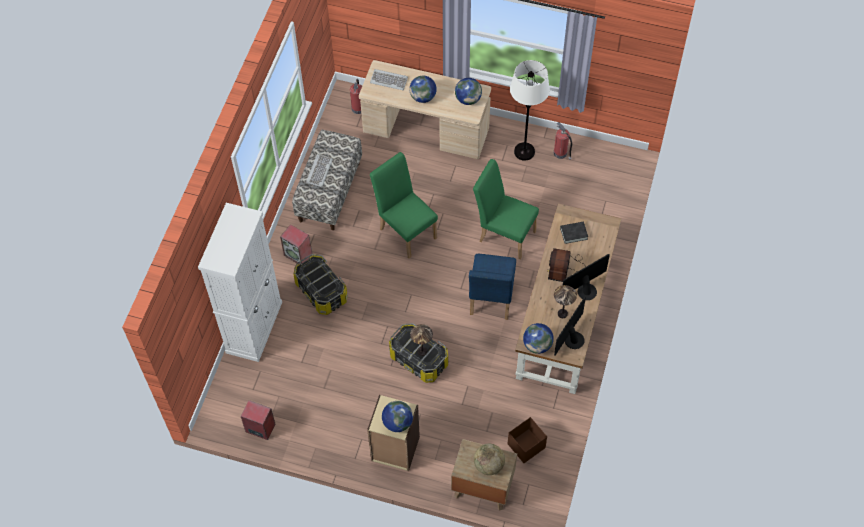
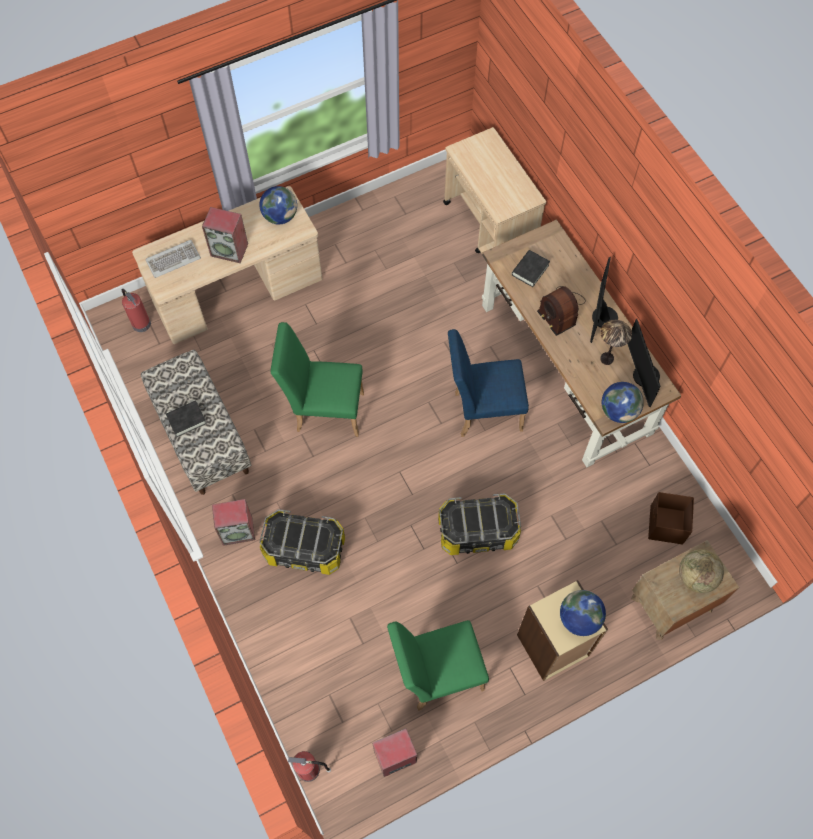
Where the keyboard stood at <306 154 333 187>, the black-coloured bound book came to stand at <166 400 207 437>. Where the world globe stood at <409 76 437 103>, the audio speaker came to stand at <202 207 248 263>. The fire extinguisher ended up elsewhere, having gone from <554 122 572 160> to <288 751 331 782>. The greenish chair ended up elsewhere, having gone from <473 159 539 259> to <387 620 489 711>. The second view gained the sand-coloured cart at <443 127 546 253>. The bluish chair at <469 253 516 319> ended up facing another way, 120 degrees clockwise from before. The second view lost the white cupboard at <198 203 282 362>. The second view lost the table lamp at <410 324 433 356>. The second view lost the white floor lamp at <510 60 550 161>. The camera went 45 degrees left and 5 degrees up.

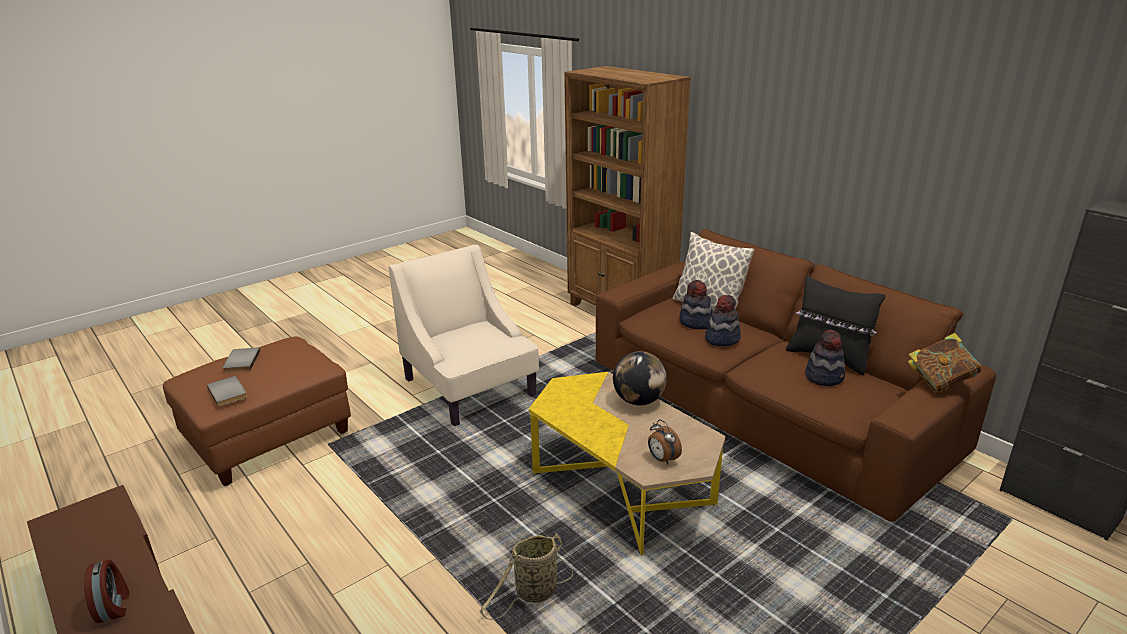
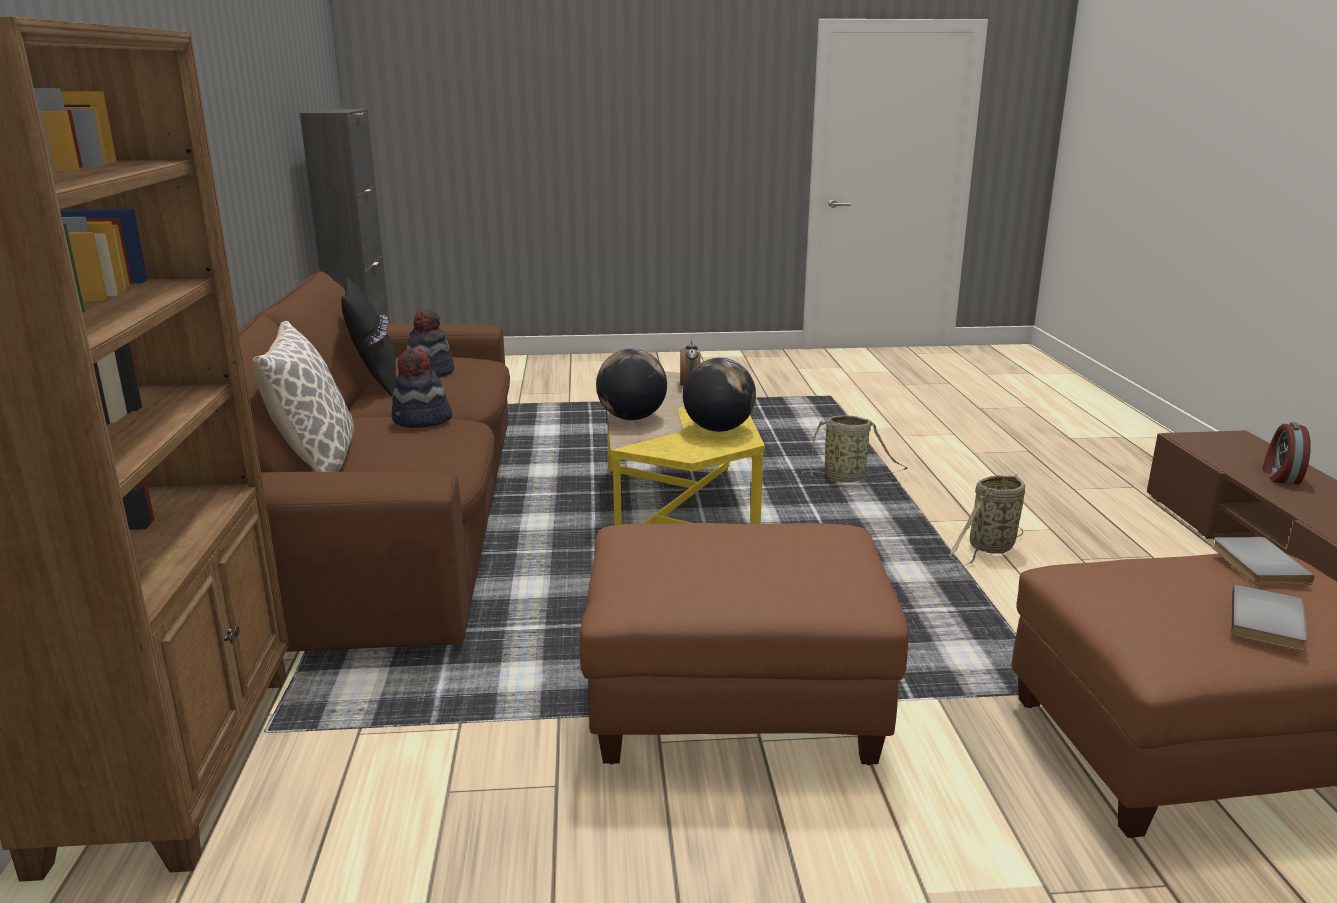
Where the sand-coloured lounge chair stood at <389 244 539 426>, the brownish ottoman came to stand at <580 523 909 765>. The second view gained the world globe at <683 358 756 432>. The second view gained the storage basket at <949 474 1025 565>. The second view lost the wearable hat at <679 280 712 329>. The second view lost the bound book at <908 333 981 393>. The camera went 145 degrees left and 5 degrees down.

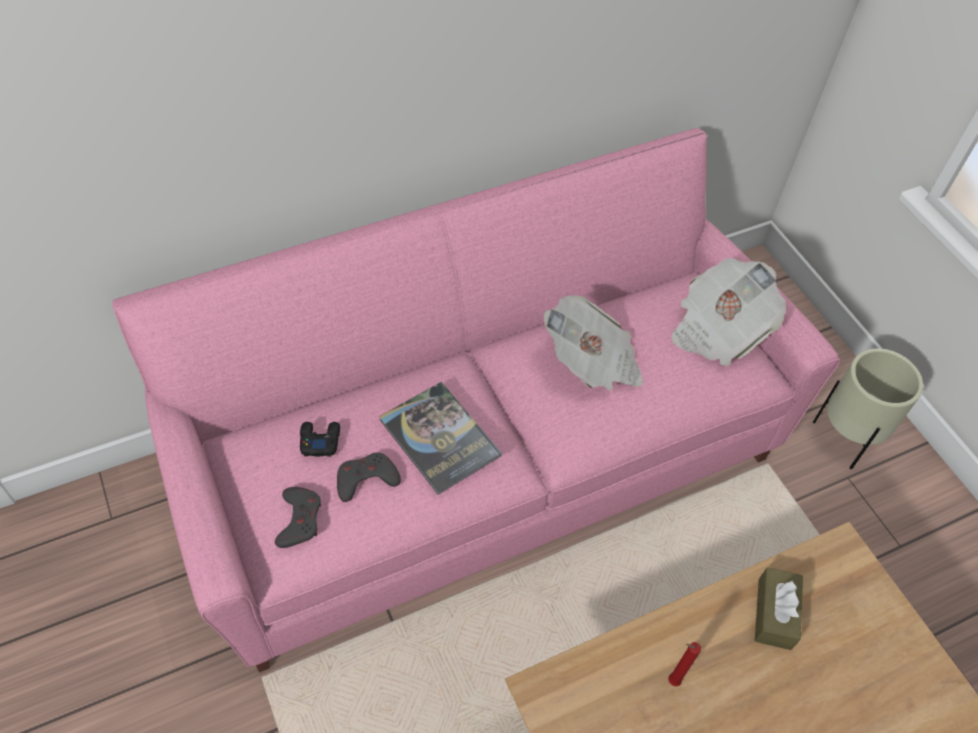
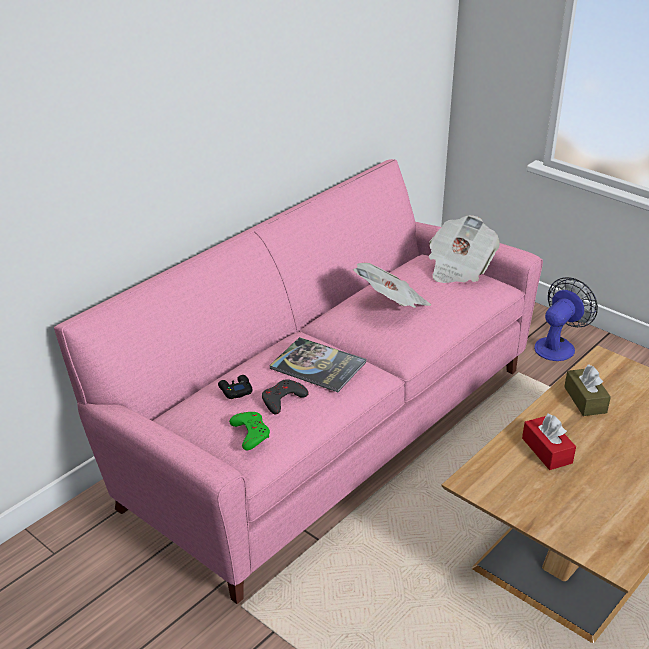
What was the greyish game controller at <275 487 321 548> turned into the greenish game controller at <229 412 270 450>. Where the red-coloured candle stood at <668 642 701 687>, the red-coloured tissue box came to stand at <522 413 576 470>. Where the sand-coloured plant pot stood at <813 349 923 469>, the fan came to stand at <534 277 598 361>. The camera went 20 degrees left and 20 degrees down.

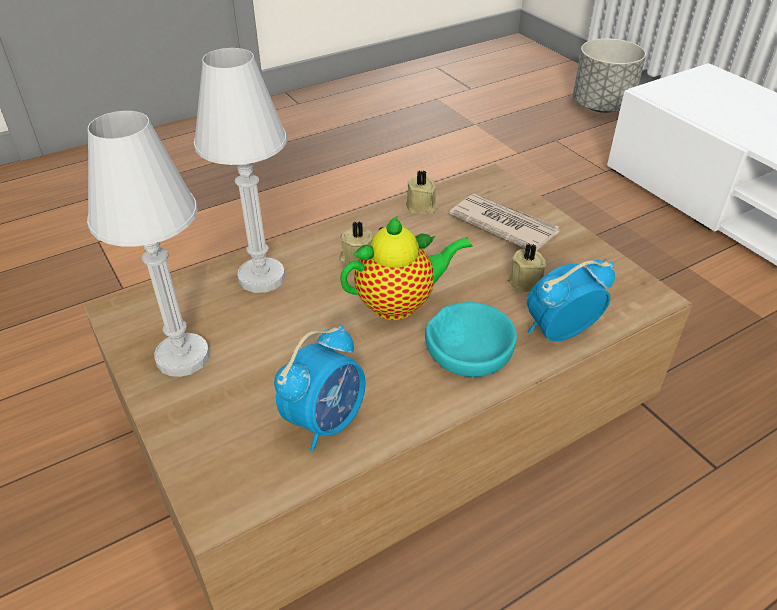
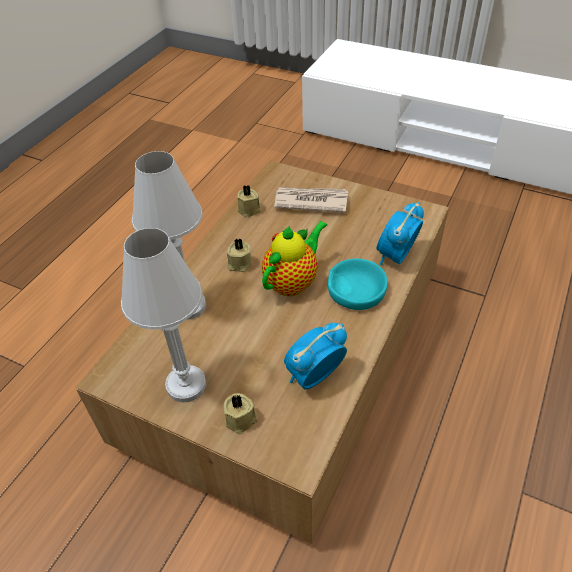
The sand-coloured candle ended up elsewhere, having gone from <508 244 547 292> to <223 393 258 434>. The table clock at <274 325 365 452> ended up facing another way, 135 degrees counterclockwise from before. The second view lost the greyish plant pot at <573 38 646 113>. The camera went 30 degrees left and 5 degrees up.

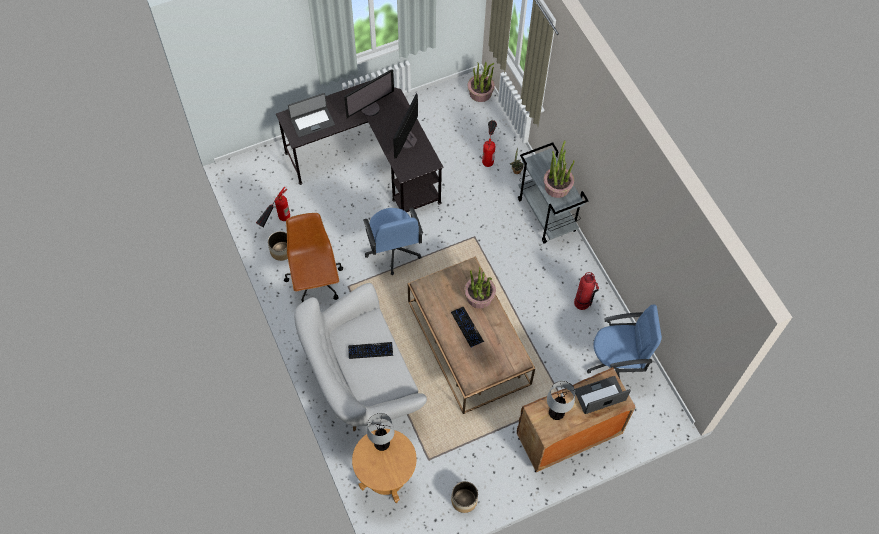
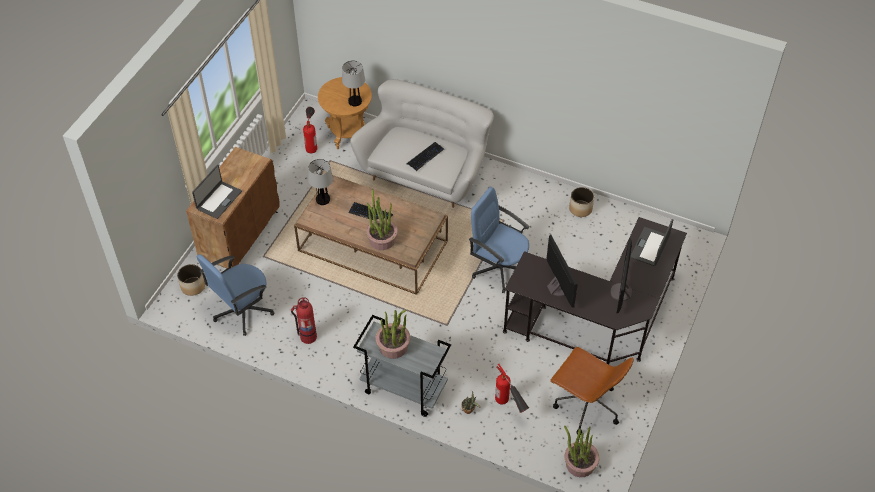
The plant pot ended up elsewhere, having gone from <451 481 478 513> to <177 264 205 296>. The fire extinguisher ended up elsewhere, having gone from <256 186 290 227> to <303 107 317 153>. The table lamp ended up elsewhere, having gone from <547 381 575 420> to <308 159 333 205>. The brownish computer chair ended up elsewhere, having gone from <284 213 343 302> to <550 347 634 435>. The camera went 140 degrees right and 10 degrees down.

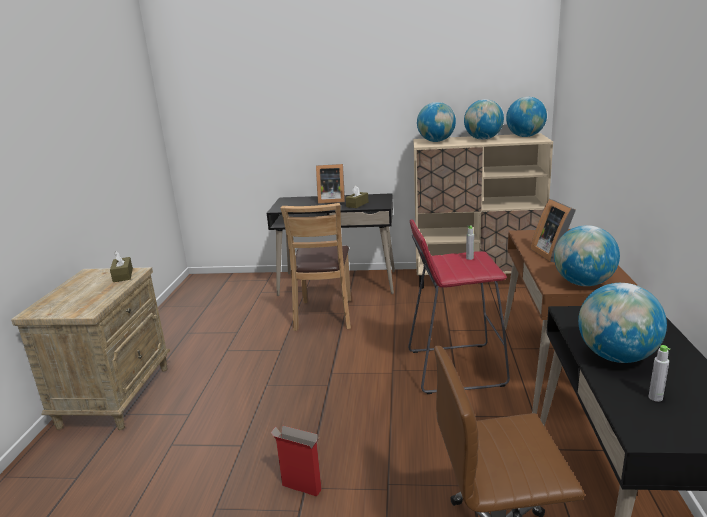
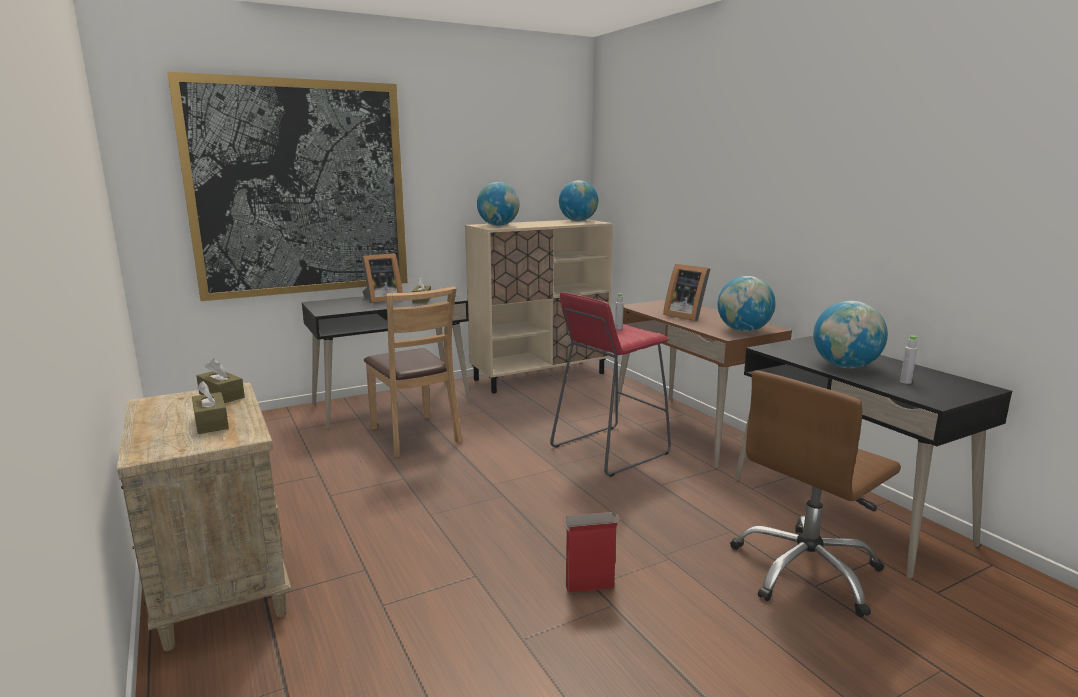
The second view gained the wall art at <167 72 408 301>. The second view gained the brownish tissue box at <192 381 229 434>. The second view lost the world globe at <464 99 504 140>. The camera went 35 degrees left and 5 degrees down.

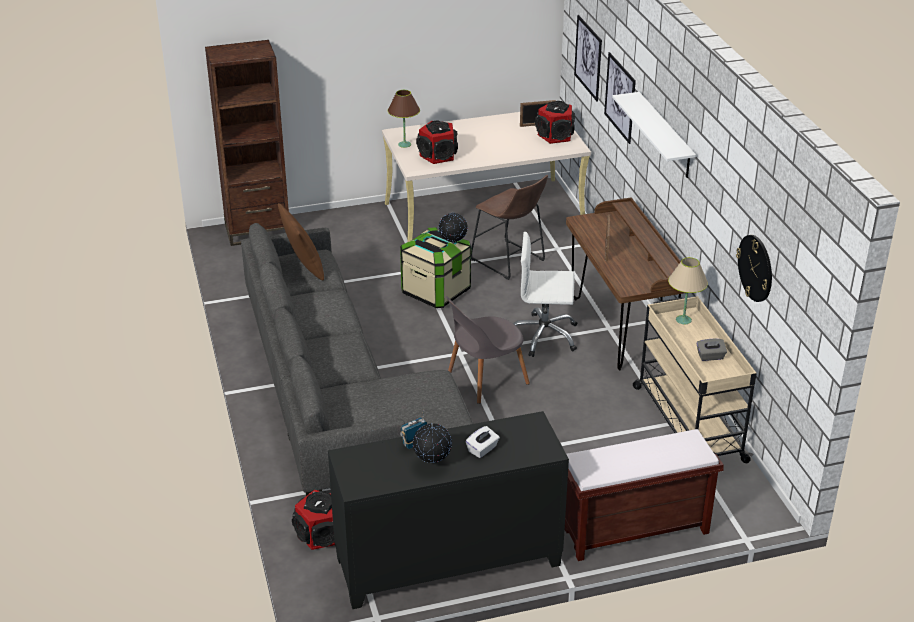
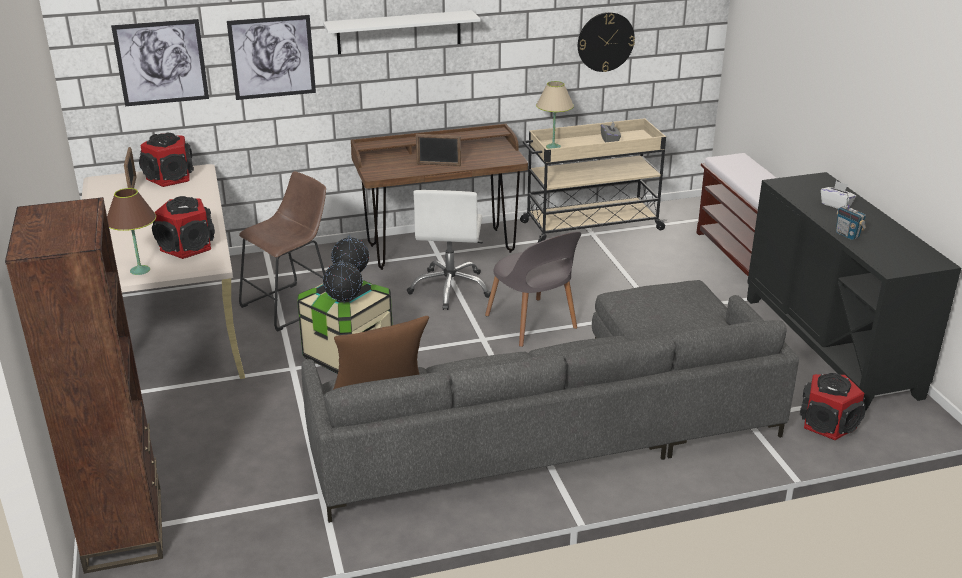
The world globe ended up elsewhere, having gone from <413 423 452 463> to <323 260 363 302>. The camera went 90 degrees left and 5 degrees down.

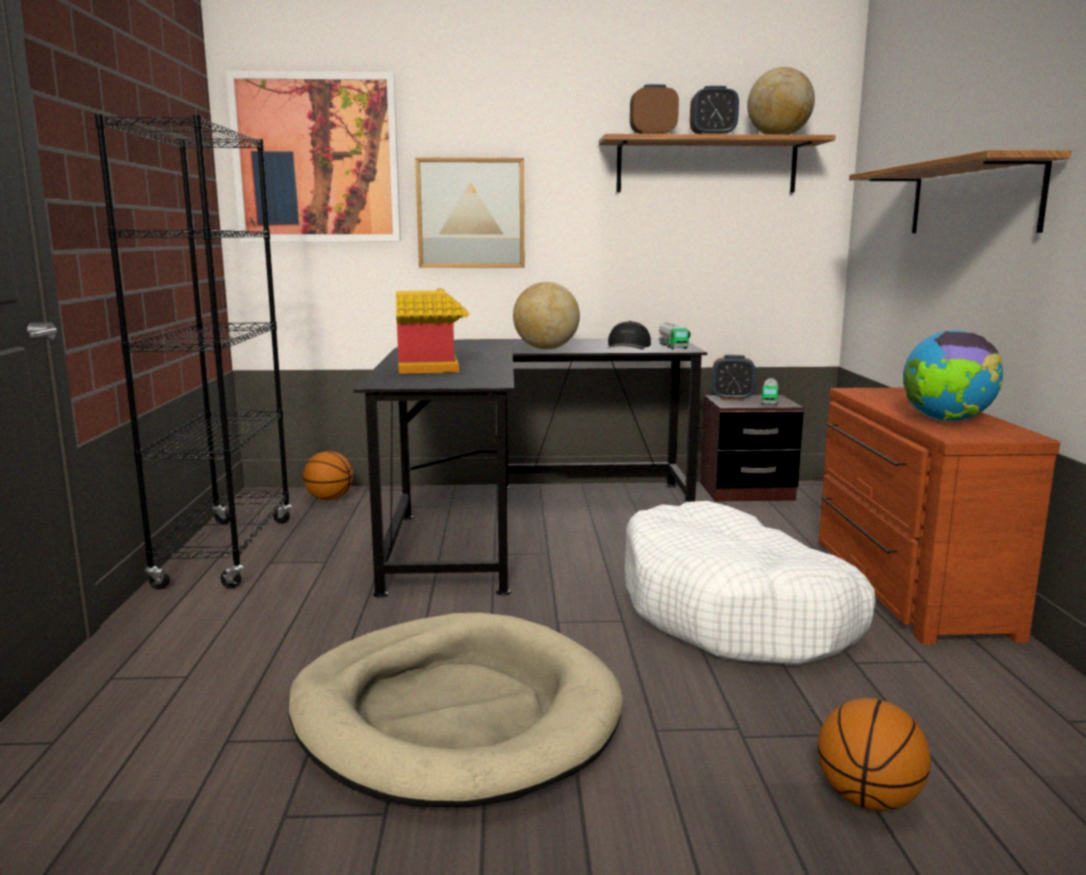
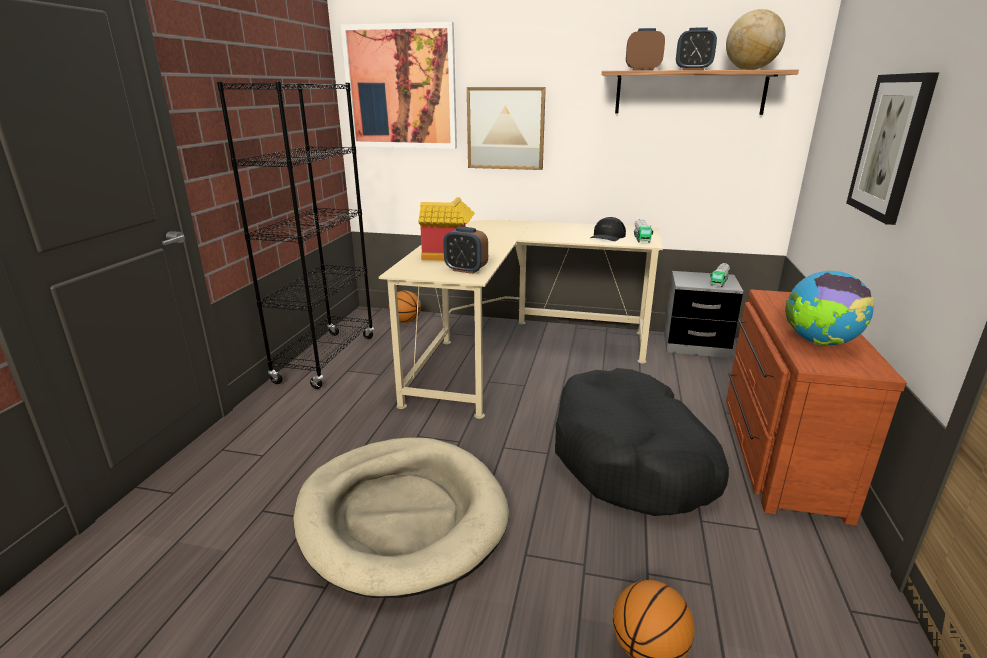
What was the black-coloured desk unit at <354 338 707 598> turned into the sand-coloured desk unit at <379 220 663 419>. The table clock ended up elsewhere, having gone from <712 355 756 401> to <443 227 488 274>. What was the white pet bed at <625 501 876 665> turned into the black-coloured pet bed at <555 368 729 516>. What was the brownish bedside table at <701 395 804 502> turned into the greyish bedside table at <664 271 743 358>. Where the bracket shelf hung at <849 150 1071 233>, the wall art came to hang at <846 72 939 225>. The second view lost the world globe at <513 282 580 349>. The camera went 15 degrees right and 10 degrees up.

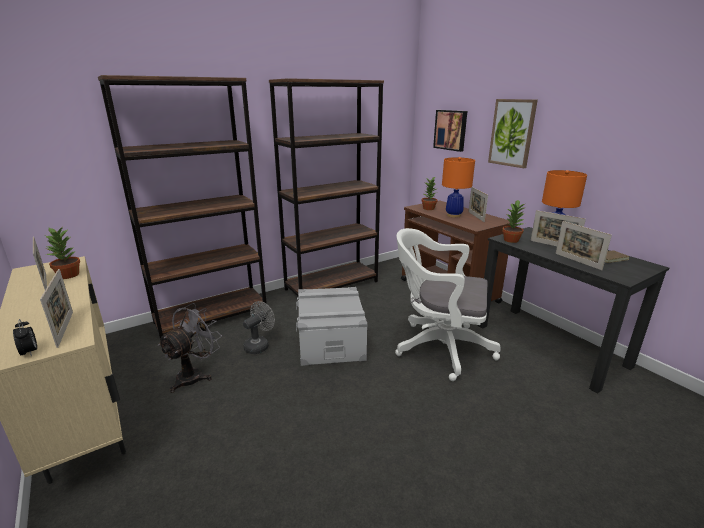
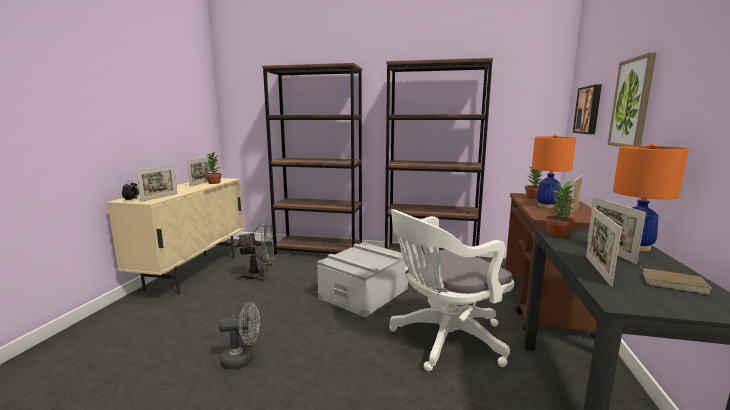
The greyish fan ended up elsewhere, having gone from <243 301 275 354> to <219 302 260 369>. The white computer chair at <395 228 500 381> ended up facing another way, 90 degrees counterclockwise from before. The camera went 45 degrees right and 10 degrees down.

